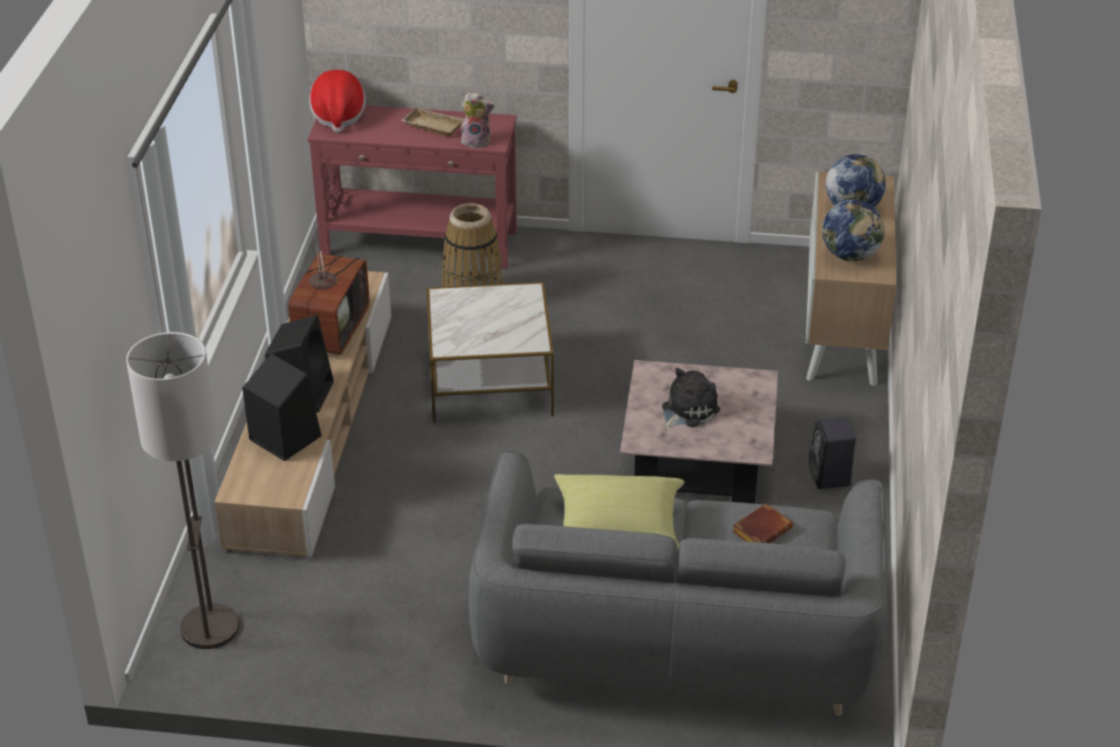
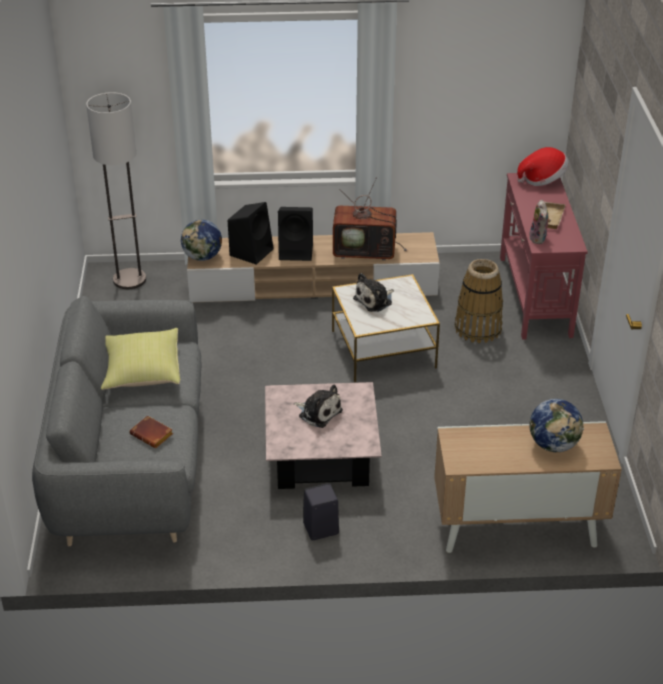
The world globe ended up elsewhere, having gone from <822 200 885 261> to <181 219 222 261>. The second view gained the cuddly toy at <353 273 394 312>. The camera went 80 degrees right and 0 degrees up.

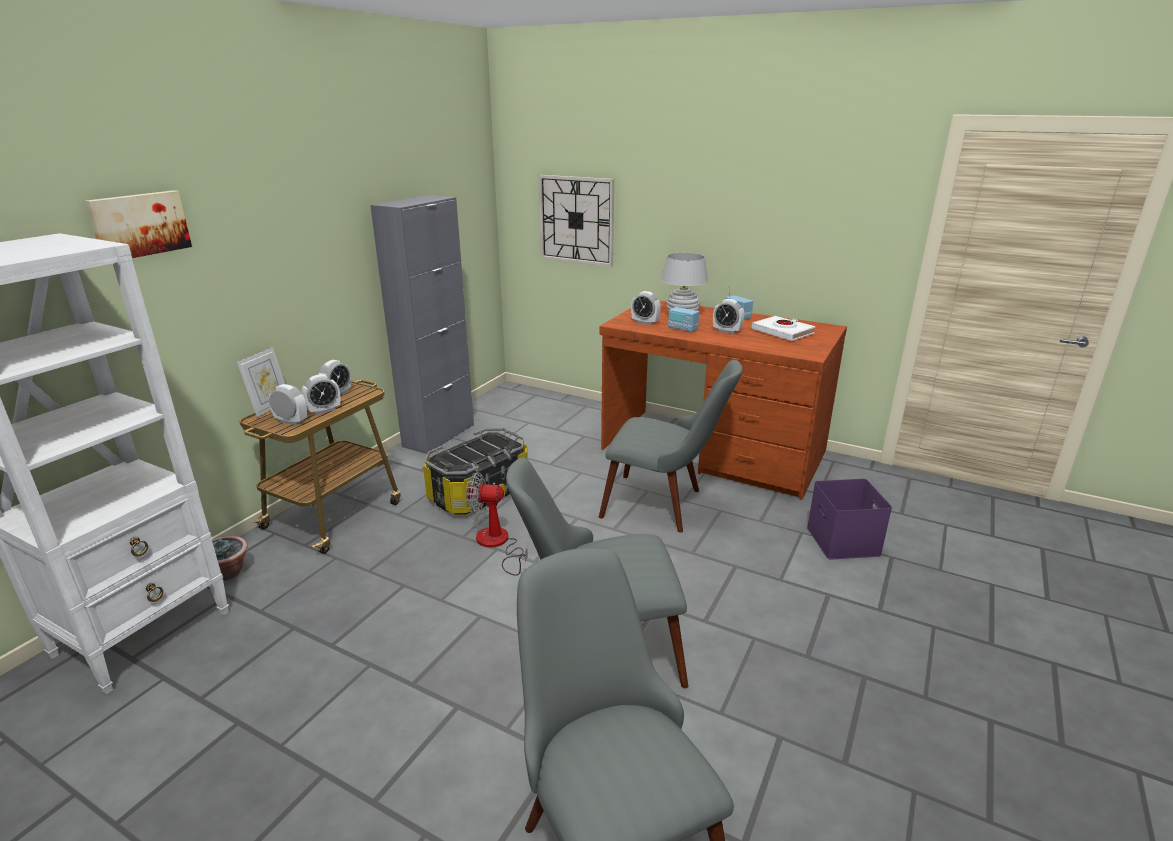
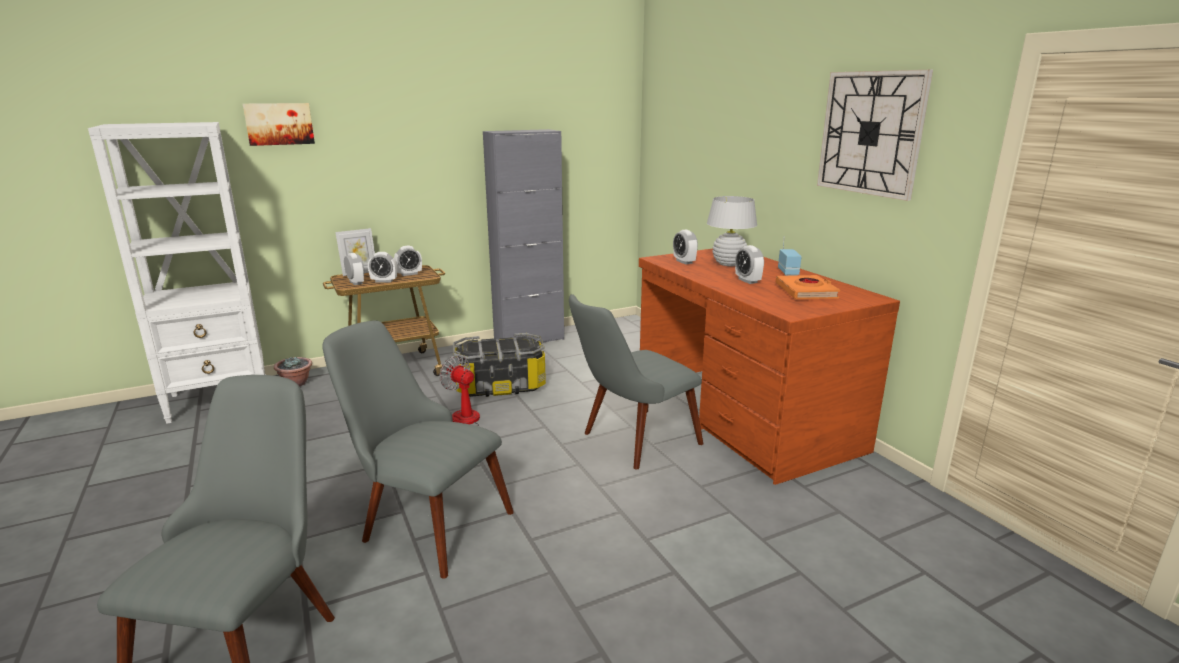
The greyish chair at <599 360 742 533> ended up facing another way, 90 degrees clockwise from before. What was the white bound book at <751 316 815 341> turned into the orange-coloured bound book at <776 275 840 299>. The clock on the wall ended up elsewhere, having gone from <539 175 614 267> to <817 70 933 201>. The second view lost the radio set at <668 299 699 332>. The second view lost the purple storage bin at <807 479 892 560>. The camera went 35 degrees right and 5 degrees down.

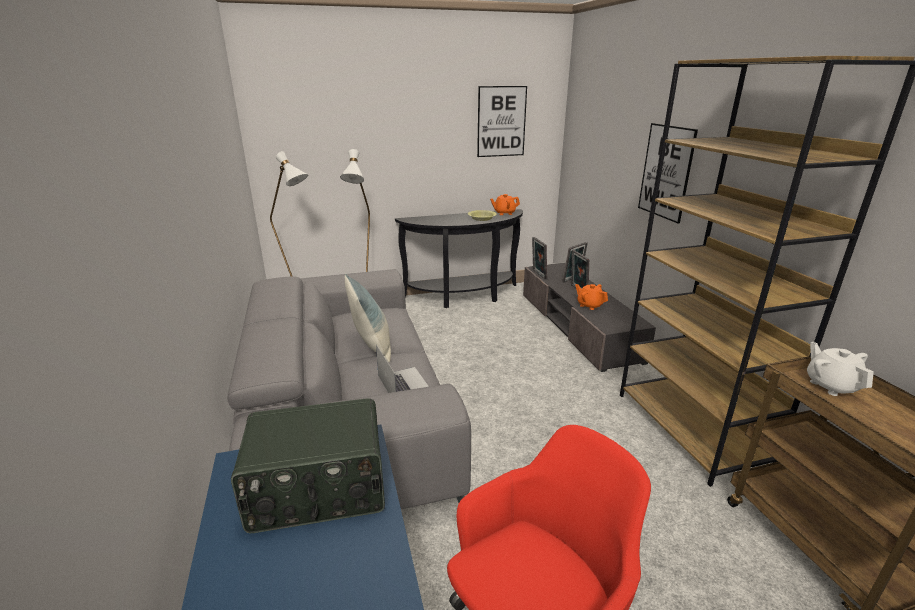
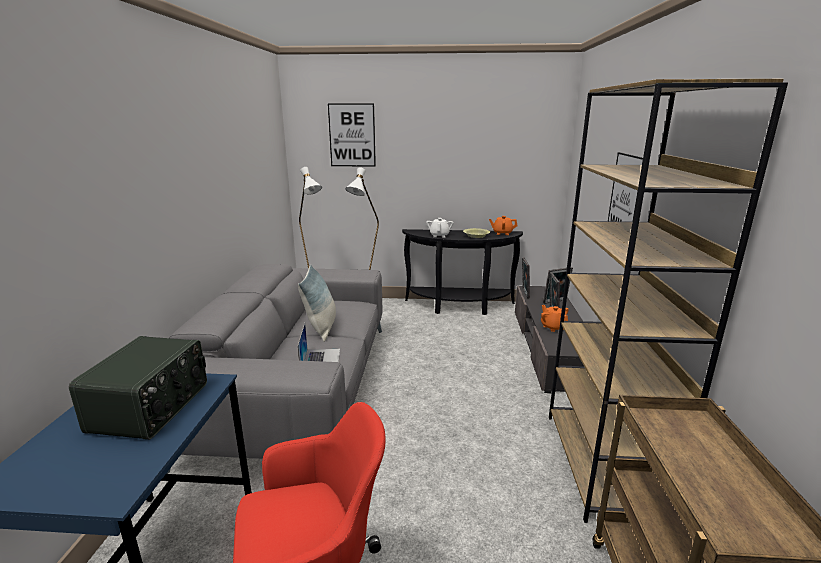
The radio set at <231 398 385 533> ended up facing another way, 90 degrees counterclockwise from before. The wall art ended up elsewhere, having gone from <477 86 527 157> to <328 103 376 167>. The white pot for tea ended up elsewhere, having gone from <807 342 874 396> to <426 218 454 238>. The camera went 20 degrees right and 5 degrees down.

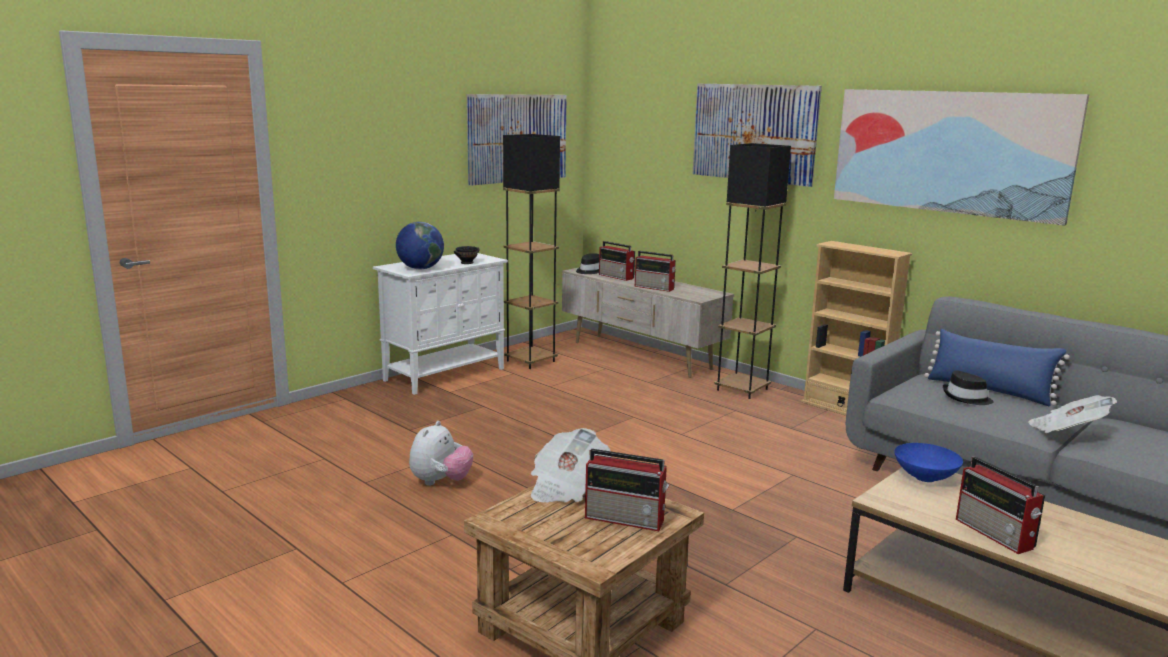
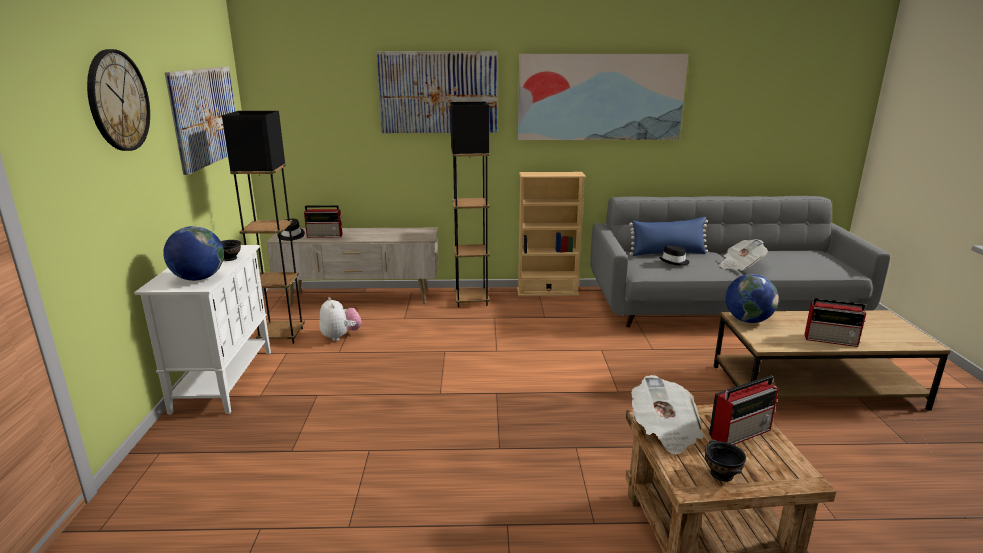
The second view gained the clock on the wall at <87 49 150 151>. The cuddly toy ended up elsewhere, having gone from <409 421 473 486> to <319 297 362 341>. The second view gained the black-coloured serving bowl at <705 440 746 481>. Where the bluish serving bowl stood at <894 443 963 482>, the world globe came to stand at <725 274 779 323>. The second view lost the radio set at <635 251 676 292>. The camera went 45 degrees left and 5 degrees up.

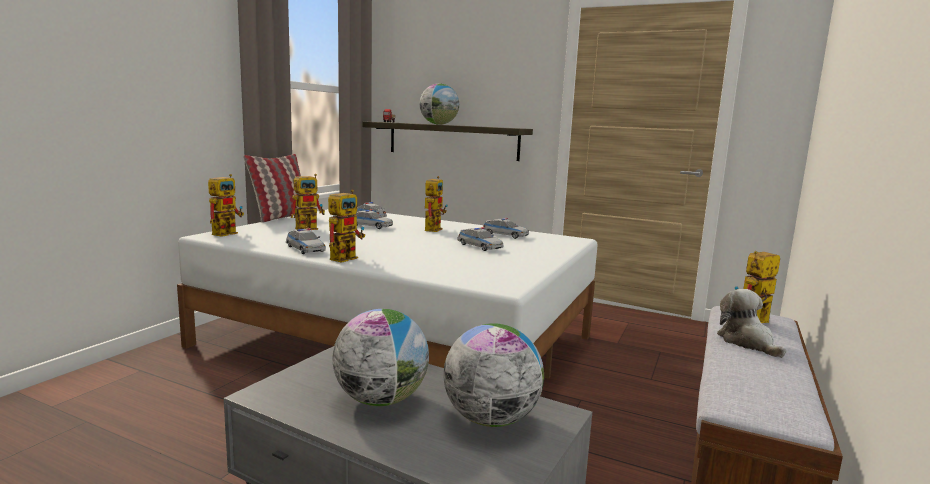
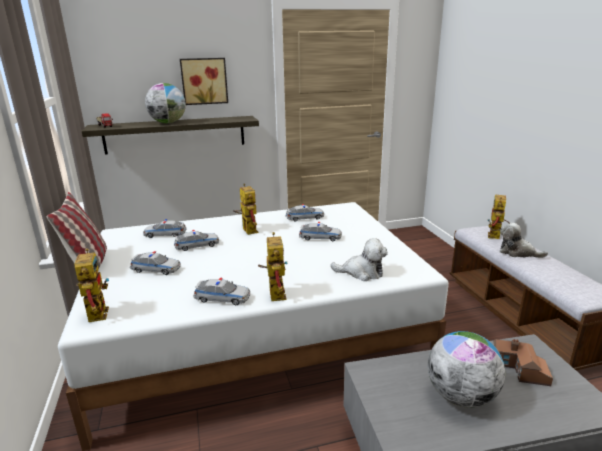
Where the robot figure stood at <291 174 325 230>, the model car came to stand at <130 251 181 275>. The second view gained the wall art at <180 58 228 105>. The second view gained the cuddly toy at <331 238 388 281>. Where the world globe stood at <444 323 544 427>, the model house came to stand at <493 339 553 386>. The camera went 40 degrees left and 10 degrees up.

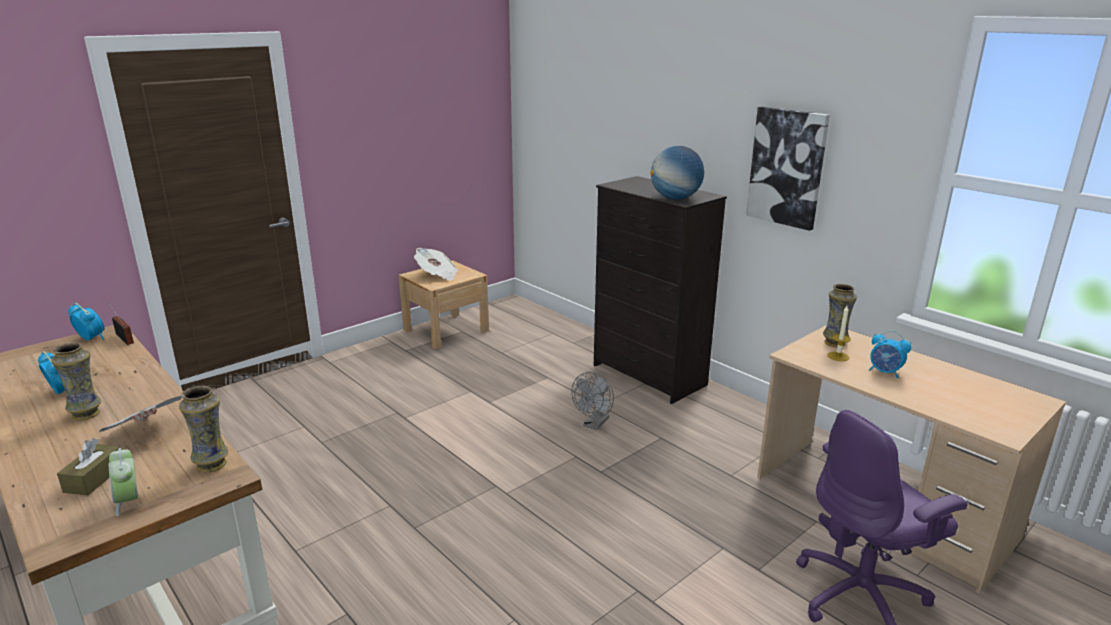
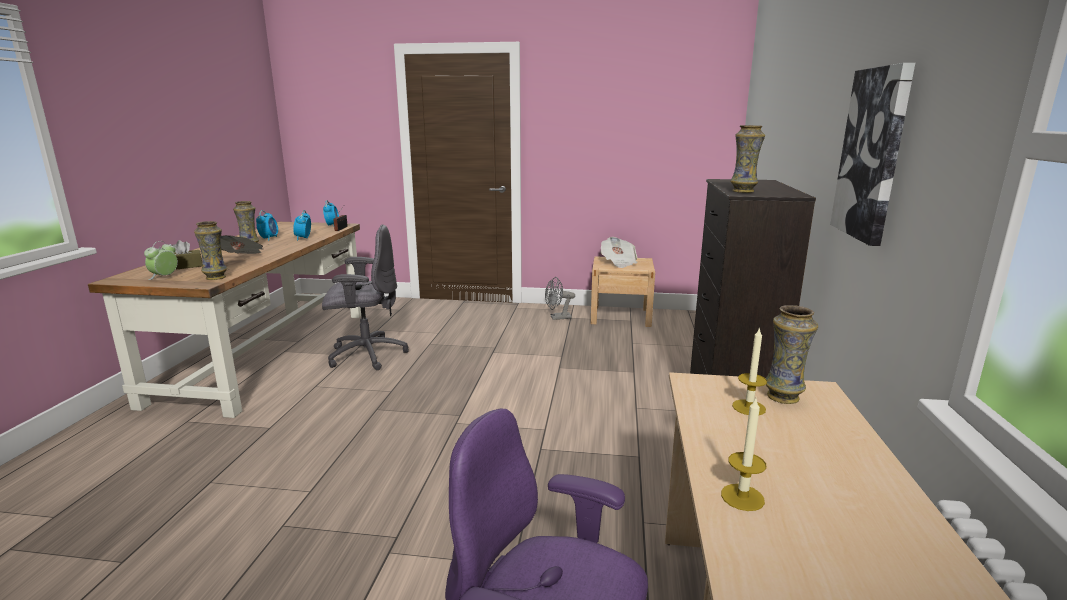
The table clock ended up elsewhere, having gone from <869 331 911 378> to <293 210 311 240>. The second view gained the greyish computer chair at <322 224 409 370>. The greyish fan ended up elsewhere, having gone from <571 372 614 430> to <545 277 575 320>. The second view gained the candle at <721 399 767 511>. Where the world globe stood at <650 146 704 200>, the decorative vase came to stand at <730 125 765 193>. The camera went 50 degrees right and 5 degrees down.

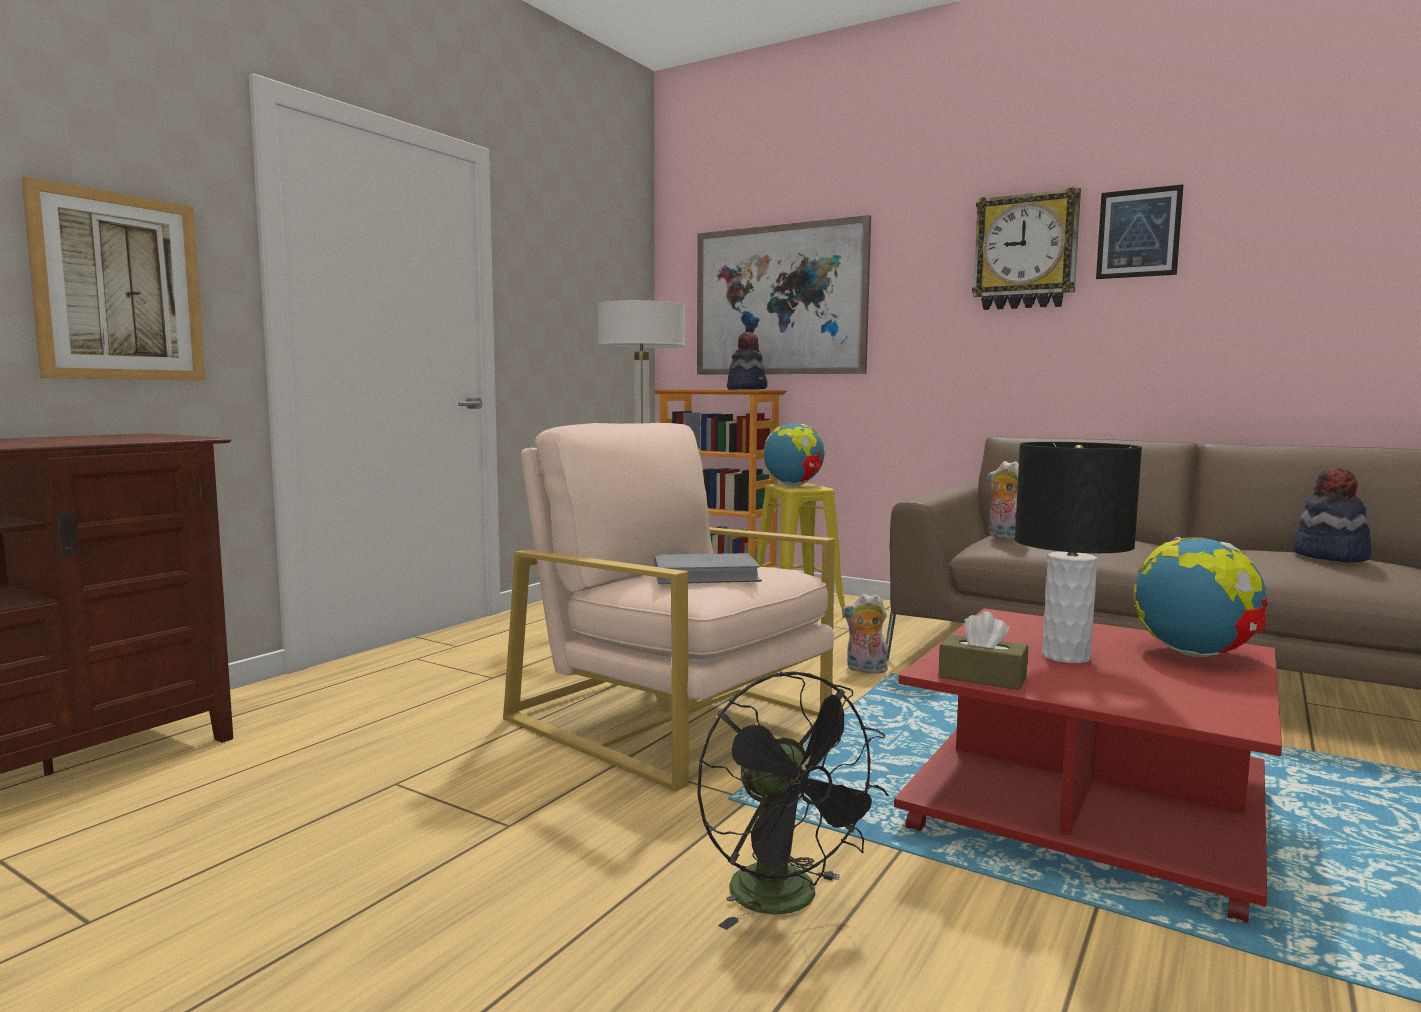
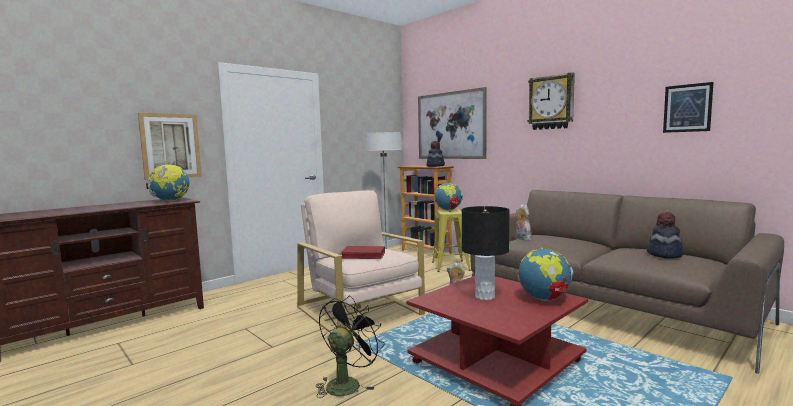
The second view gained the world globe at <146 164 189 202>. The black-coloured fan at <697 671 889 930> ended up facing another way, 135 degrees counterclockwise from before. What was the greyish bound book at <654 553 762 584> turned into the red-coloured bound book at <341 246 385 259>. The wall art ended up elsewhere, having gone from <1096 184 1183 279> to <663 82 714 133>. The second view lost the brownish tissue box at <939 611 1028 690>. The camera went 15 degrees right and 0 degrees up.

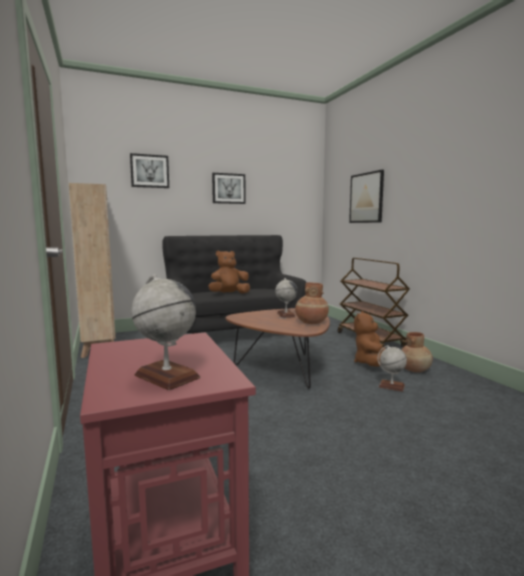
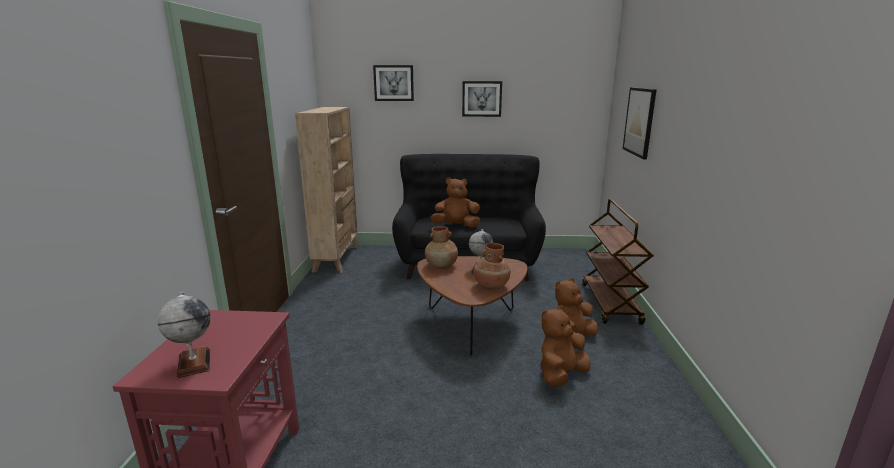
The brownish decorative vase ended up elsewhere, having gone from <401 332 433 372> to <425 226 458 268>. Where the world globe stood at <378 345 407 392>, the brownish cuddly toy came to stand at <540 305 590 387>. The camera went 25 degrees right and 10 degrees up.

